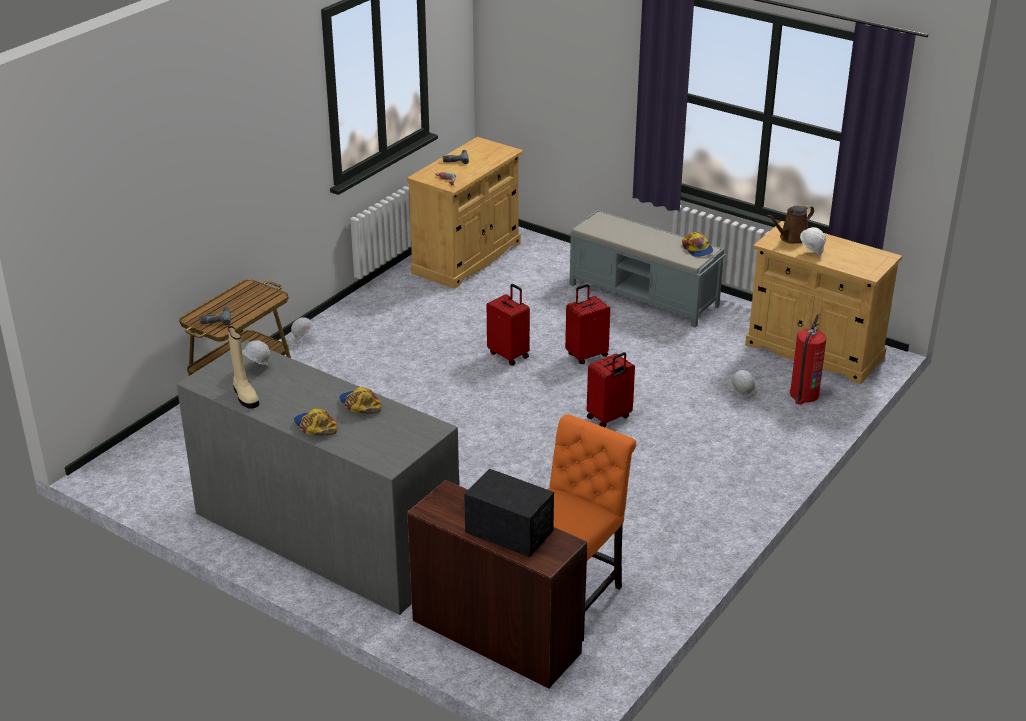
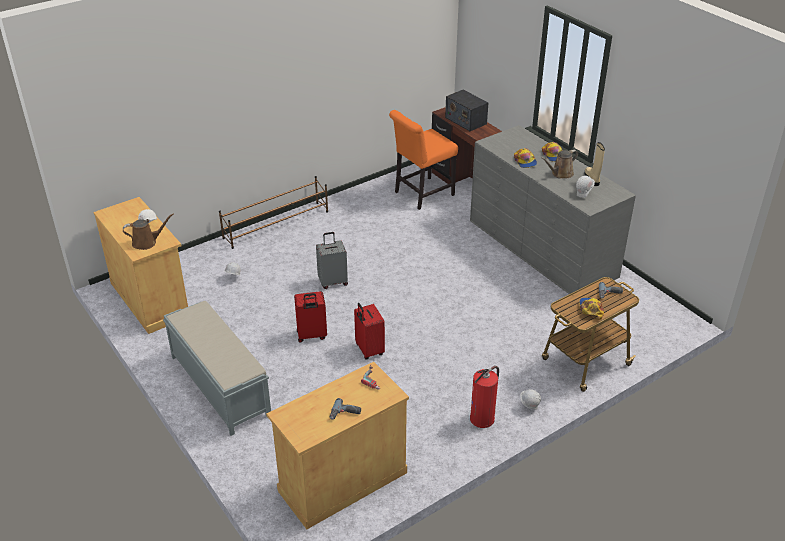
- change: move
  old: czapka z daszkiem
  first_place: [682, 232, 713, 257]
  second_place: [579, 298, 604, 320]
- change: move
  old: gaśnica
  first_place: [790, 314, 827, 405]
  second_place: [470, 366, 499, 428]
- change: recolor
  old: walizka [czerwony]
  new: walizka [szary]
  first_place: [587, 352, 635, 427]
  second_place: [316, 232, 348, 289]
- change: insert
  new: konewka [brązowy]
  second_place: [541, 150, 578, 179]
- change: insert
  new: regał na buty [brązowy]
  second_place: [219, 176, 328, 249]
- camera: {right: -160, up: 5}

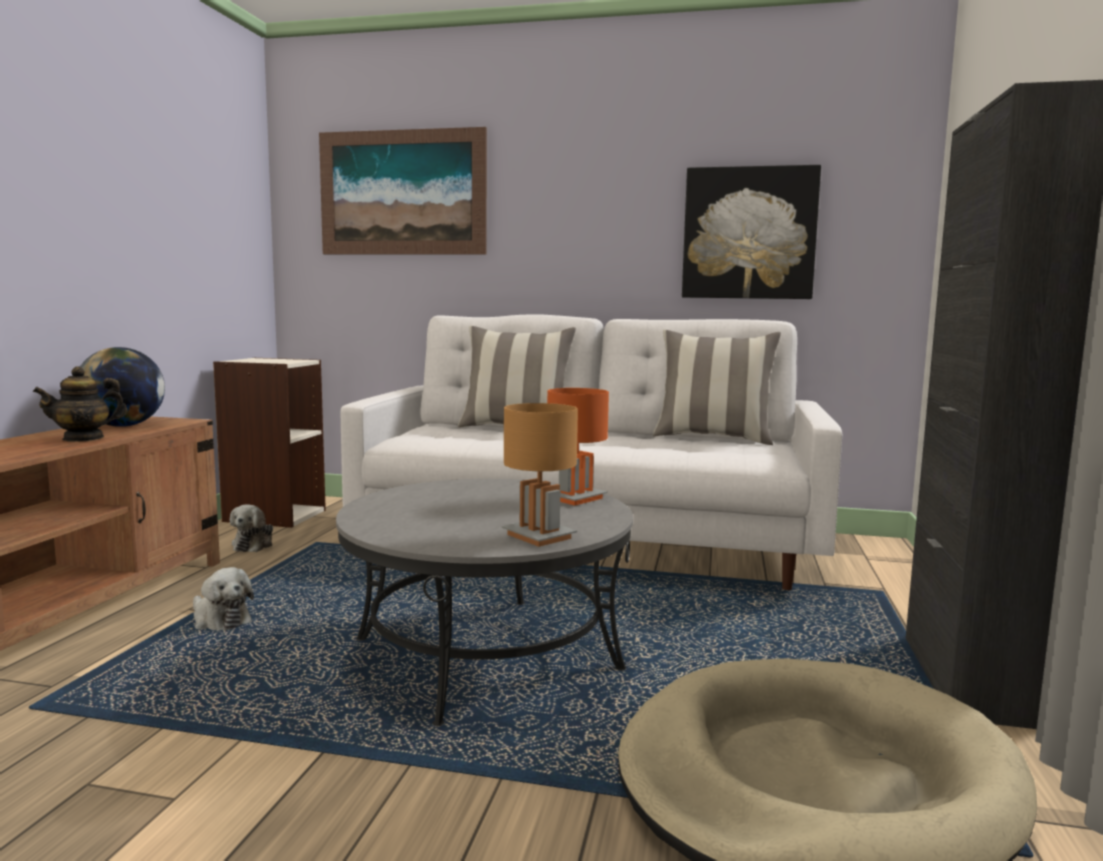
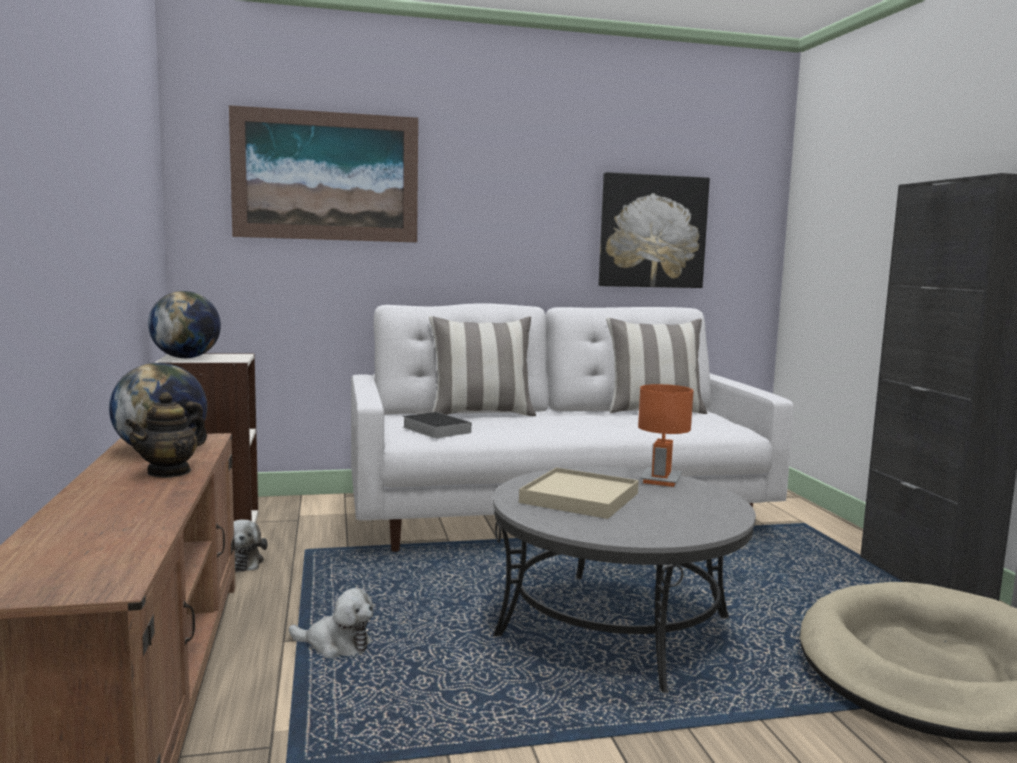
- change: delete
  old: lampa stołowa [brązowy]
  first_place: [502, 403, 578, 547]
- change: insert
  new: globus
  second_place: [148, 291, 221, 358]
- change: insert
  new: książka
  second_place: [402, 412, 471, 438]
- change: insert
  new: taca [beżowy]
  second_place: [519, 468, 639, 519]
- camera: {right: -25, up: 0}

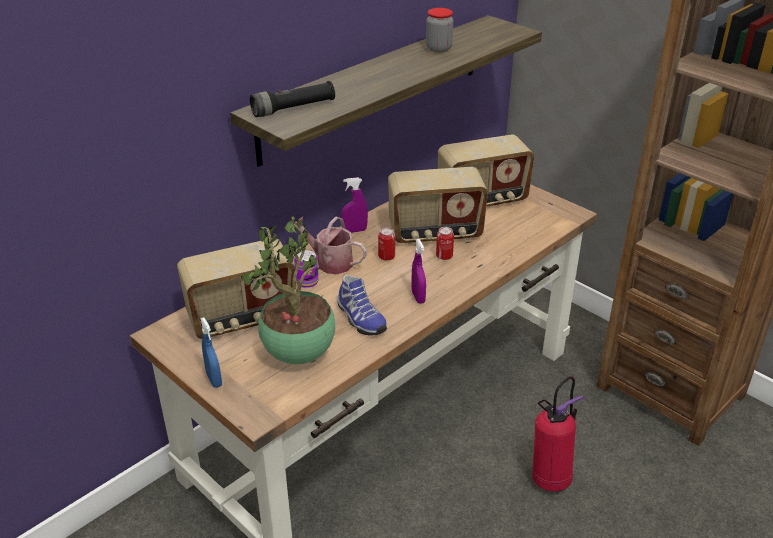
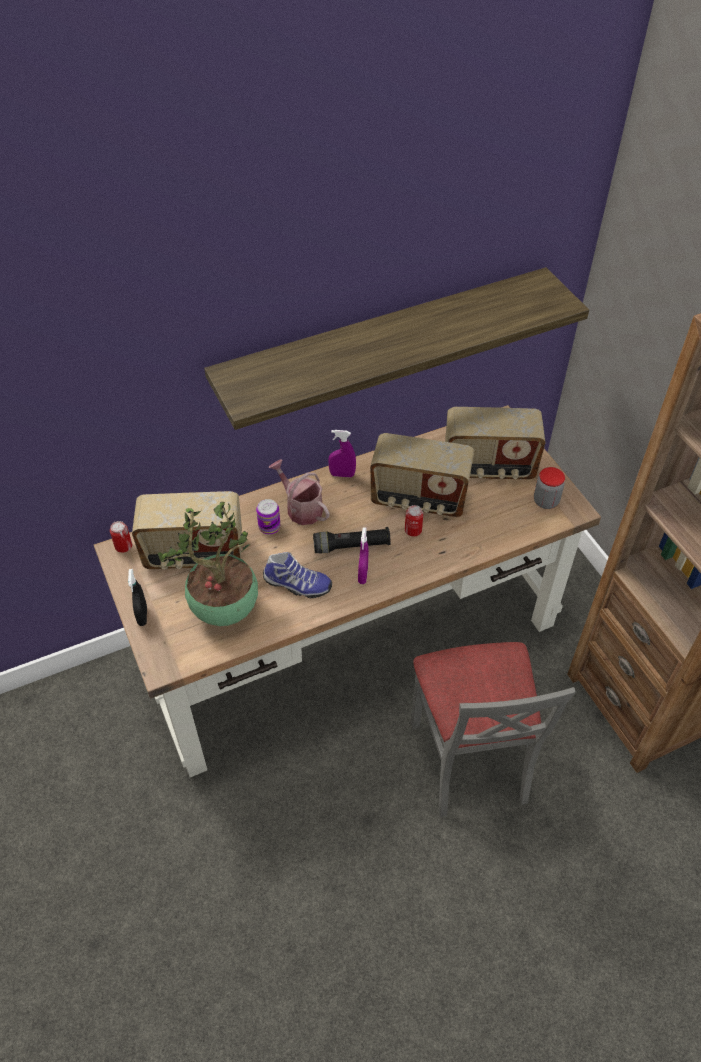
- change: move
  old: słoik
  first_place: [426, 8, 453, 53]
  second_place: [534, 467, 565, 509]
- change: move
  old: latarka [czarny]
  first_place: [250, 81, 335, 117]
  second_place: [313, 527, 391, 553]
- change: move
  old: puszka
  first_place: [378, 227, 395, 261]
  second_place: [110, 521, 132, 553]
- change: rotate
  old: but
  first_place: [337, 275, 387, 335]
  second_place: [263, 552, 332, 599]
  degrees: -60
- change: recolor
  old: spryskiwacz [niebieski]
  new: spryskiwacz [czarny]
  first_place: [200, 317, 222, 388]
  second_place: [128, 569, 147, 626]
- change: replace
  old: gaśnica
  new: krzesło [szary]
  first_place: [532, 376, 585, 492]
  second_place: [411, 642, 576, 817]
- camera: {right: 20, up: 15}

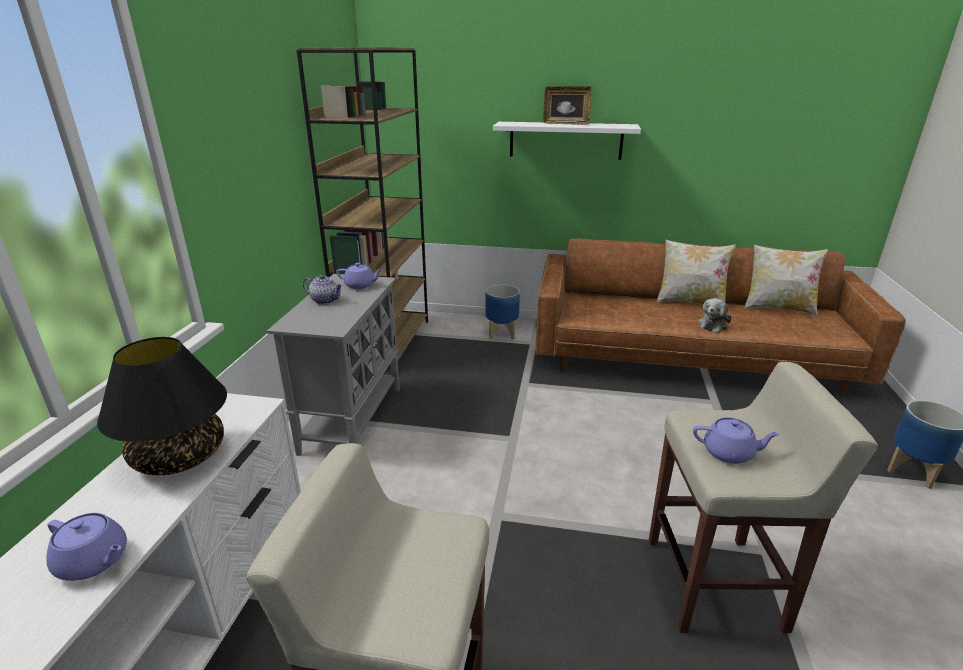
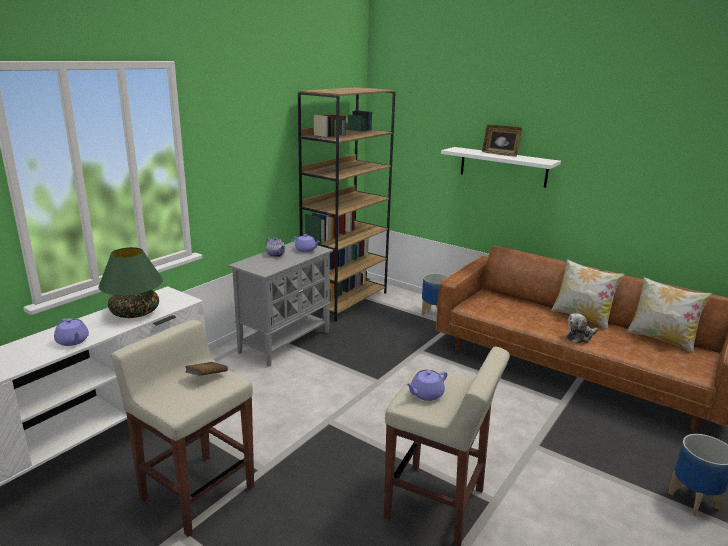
- change: recolor
  old: lampa stołowa [czarny]
  new: lampa stołowa [zielony]
  first_place: [97, 337, 227, 475]
  second_place: [98, 247, 163, 318]
- change: rotate
  old: imbryk [fioletowy]
  first_place: [693, 418, 780, 464]
  second_place: [406, 370, 447, 401]
  degrees: 105
- change: insert
  new: książka [brązowy]
  second_place: [185, 362, 228, 376]
- camera: {right: 25, up: -5}

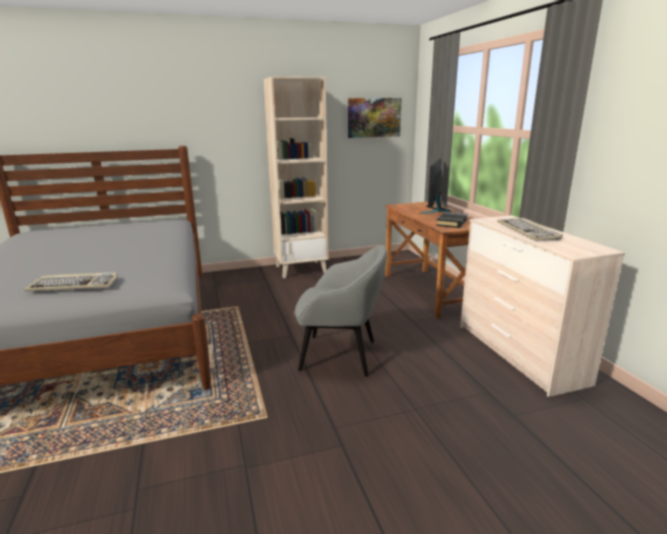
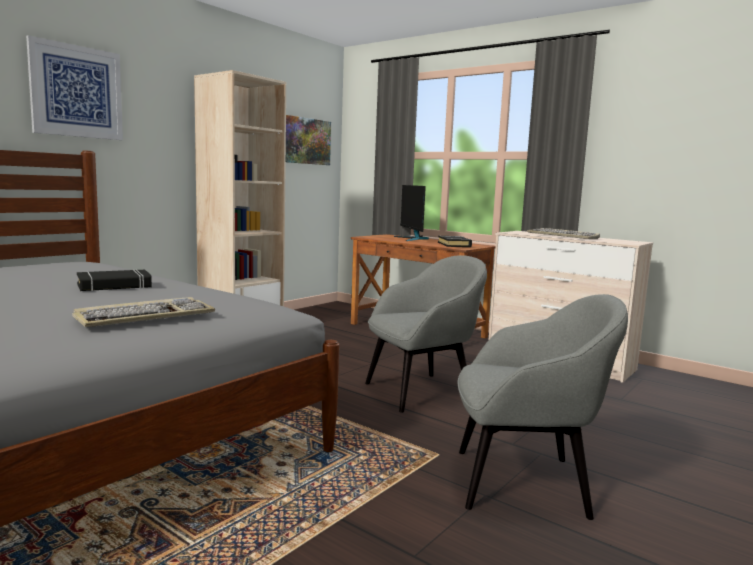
- change: insert
  new: obraz
  second_place: [26, 35, 123, 140]
- change: insert
  new: książka [czarny]
  second_place: [77, 270, 152, 291]
- change: insert
  new: fotel [szary]
  second_place: [458, 294, 628, 520]
- camera: {right: -35, up: -10}

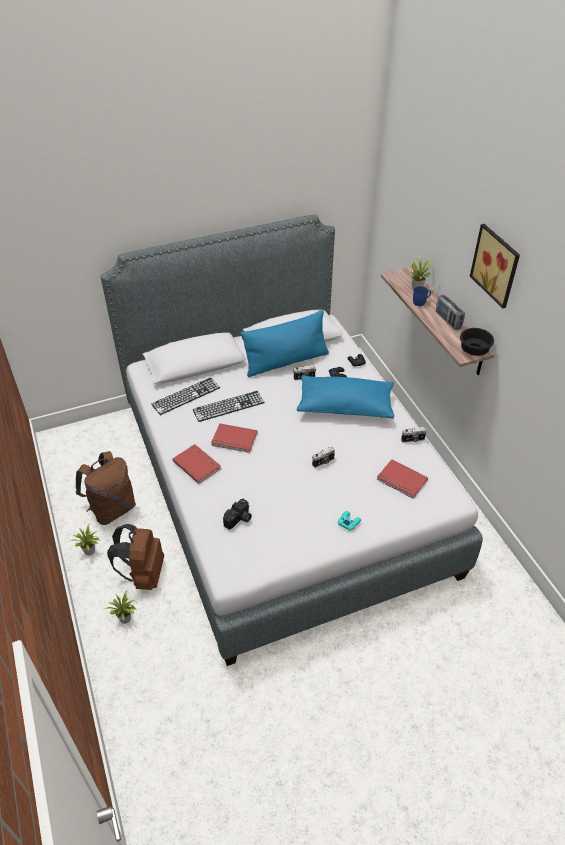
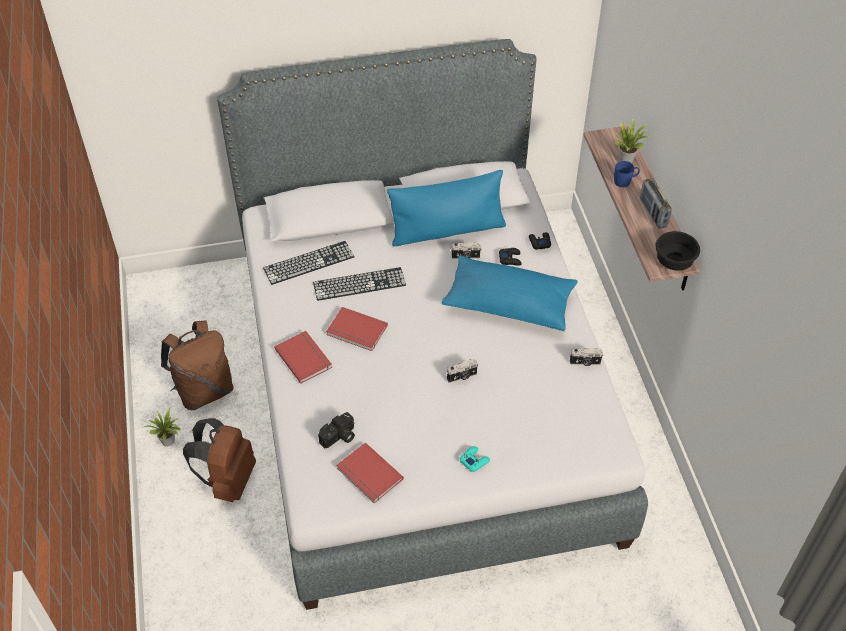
- change: delete
  old: obraz
  first_place: [470, 224, 520, 309]
- change: move
  old: książka [czerwony]
  first_place: [377, 459, 428, 499]
  second_place: [336, 442, 404, 503]
- change: delete
  old: roślina doniczkowa
  first_place: [103, 590, 137, 624]
- camera: {right: 10, up: 5}

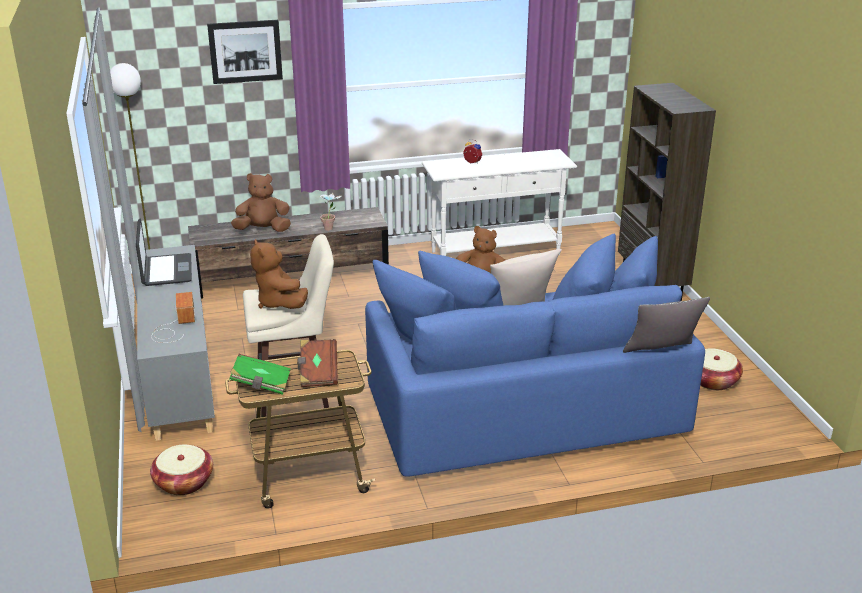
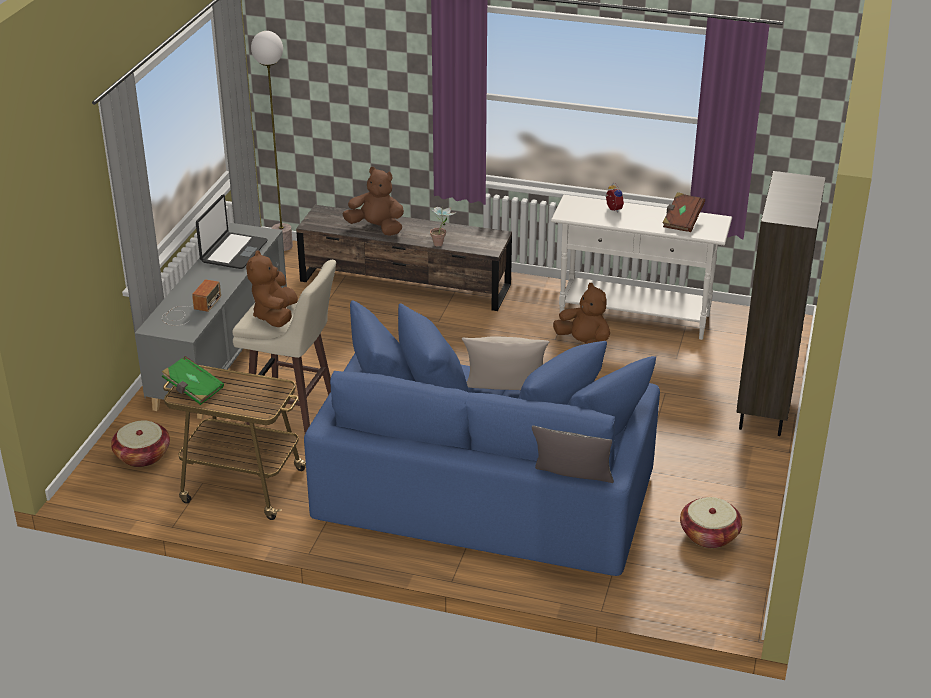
- change: delete
  old: obraz
  first_place: [207, 20, 283, 84]
- change: move
  old: książka [brązowy]
  first_place: [297, 339, 338, 387]
  second_place: [662, 192, 705, 232]
- camera: {right: 30, up: 5}

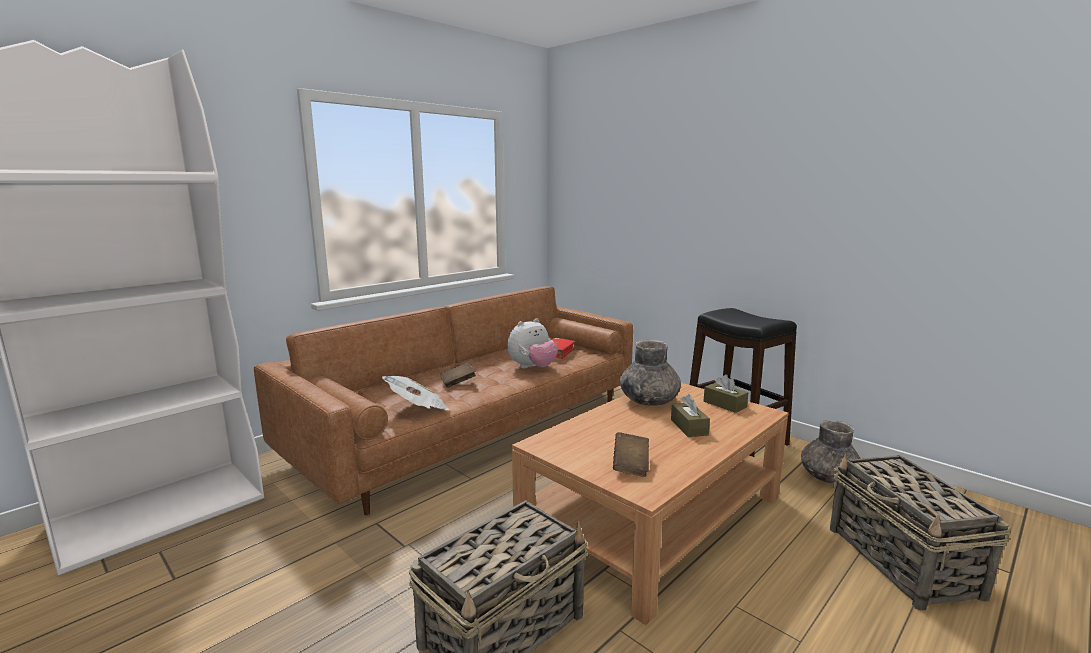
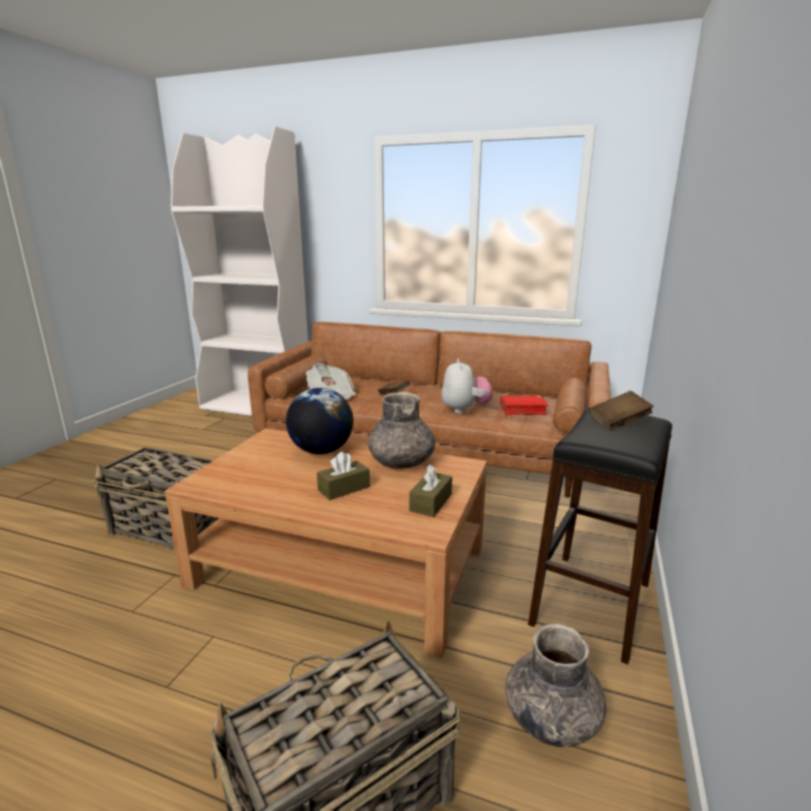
- change: rotate
  old: pluszak
  first_place: [508, 318, 558, 368]
  second_place: [442, 359, 493, 414]
  degrees: -120
- change: move
  old: książka [brązowy]
  first_place: [613, 432, 649, 477]
  second_place: [589, 391, 654, 430]
- change: insert
  new: globus
  second_place: [286, 388, 353, 454]
- camera: {right: 65, up: 5}

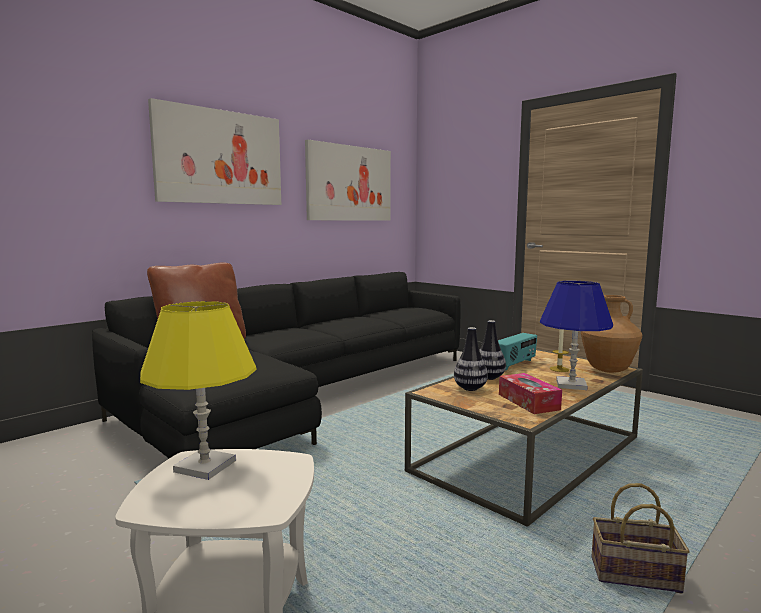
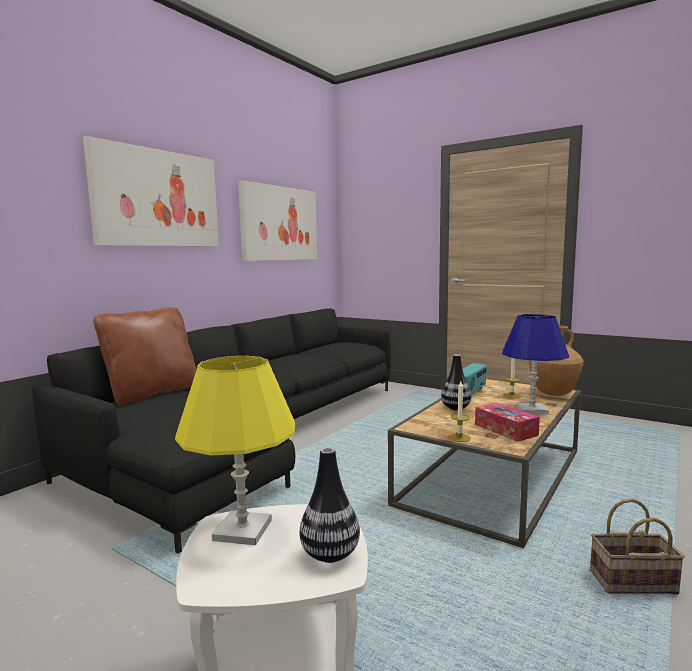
- change: move
  old: wazon
  first_place: [454, 327, 488, 391]
  second_place: [300, 447, 360, 563]
- change: insert
  new: świeca
  second_place: [449, 381, 471, 442]
- camera: {right: -10, up: 0}

